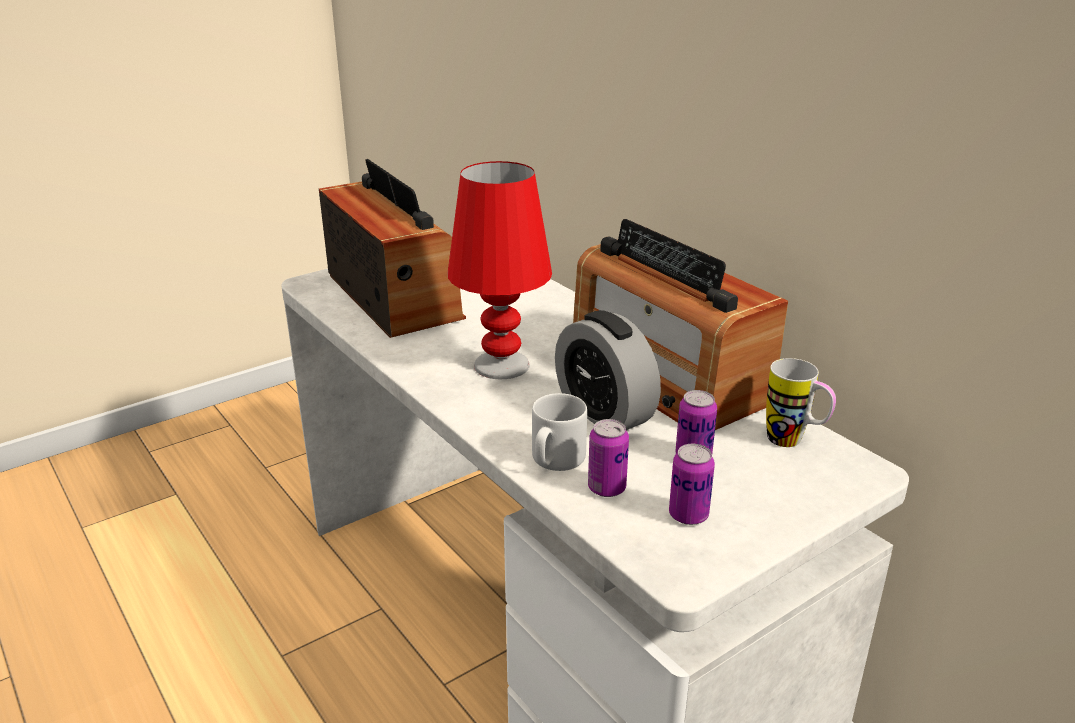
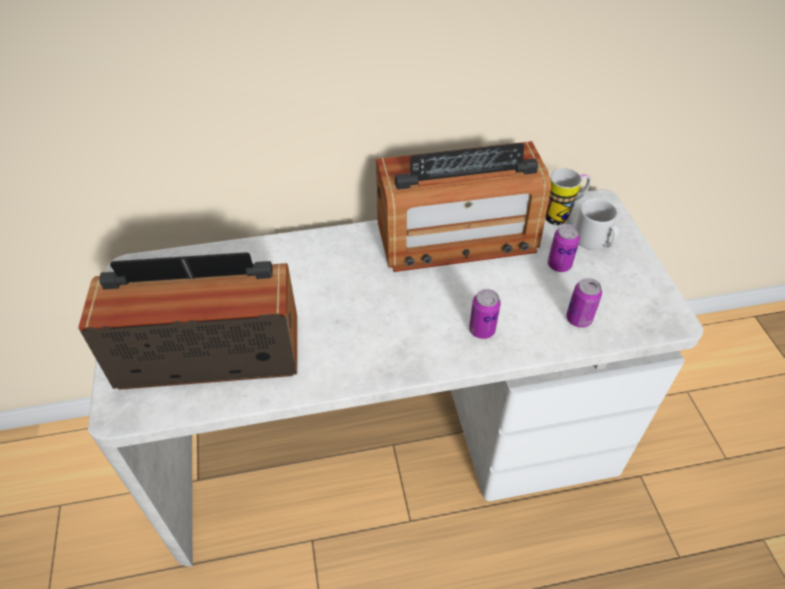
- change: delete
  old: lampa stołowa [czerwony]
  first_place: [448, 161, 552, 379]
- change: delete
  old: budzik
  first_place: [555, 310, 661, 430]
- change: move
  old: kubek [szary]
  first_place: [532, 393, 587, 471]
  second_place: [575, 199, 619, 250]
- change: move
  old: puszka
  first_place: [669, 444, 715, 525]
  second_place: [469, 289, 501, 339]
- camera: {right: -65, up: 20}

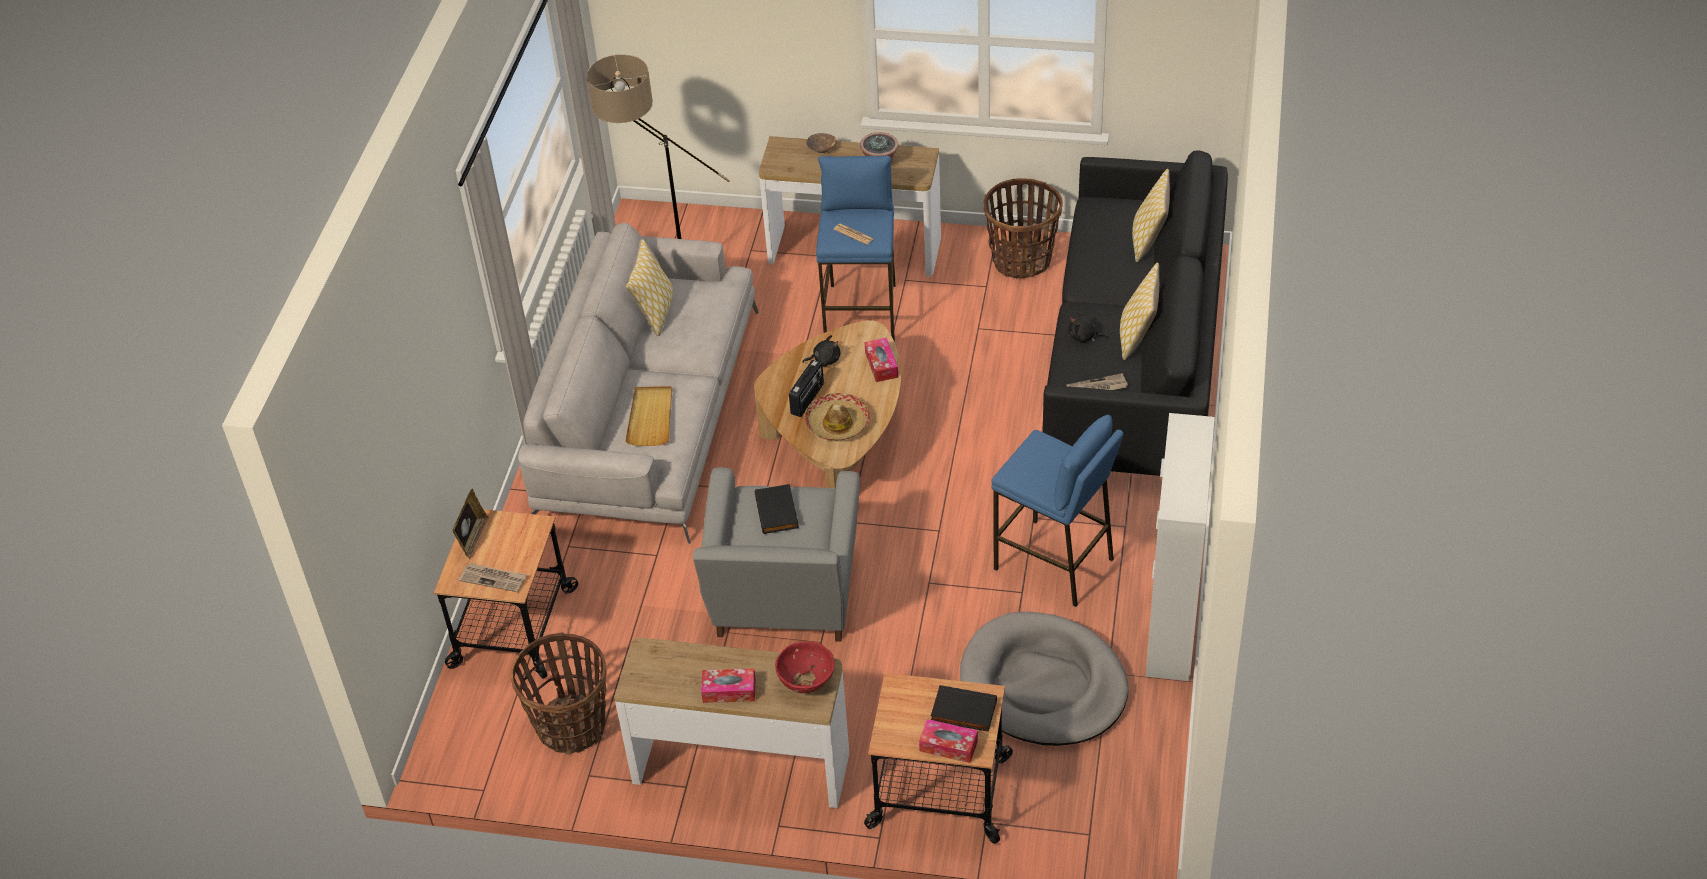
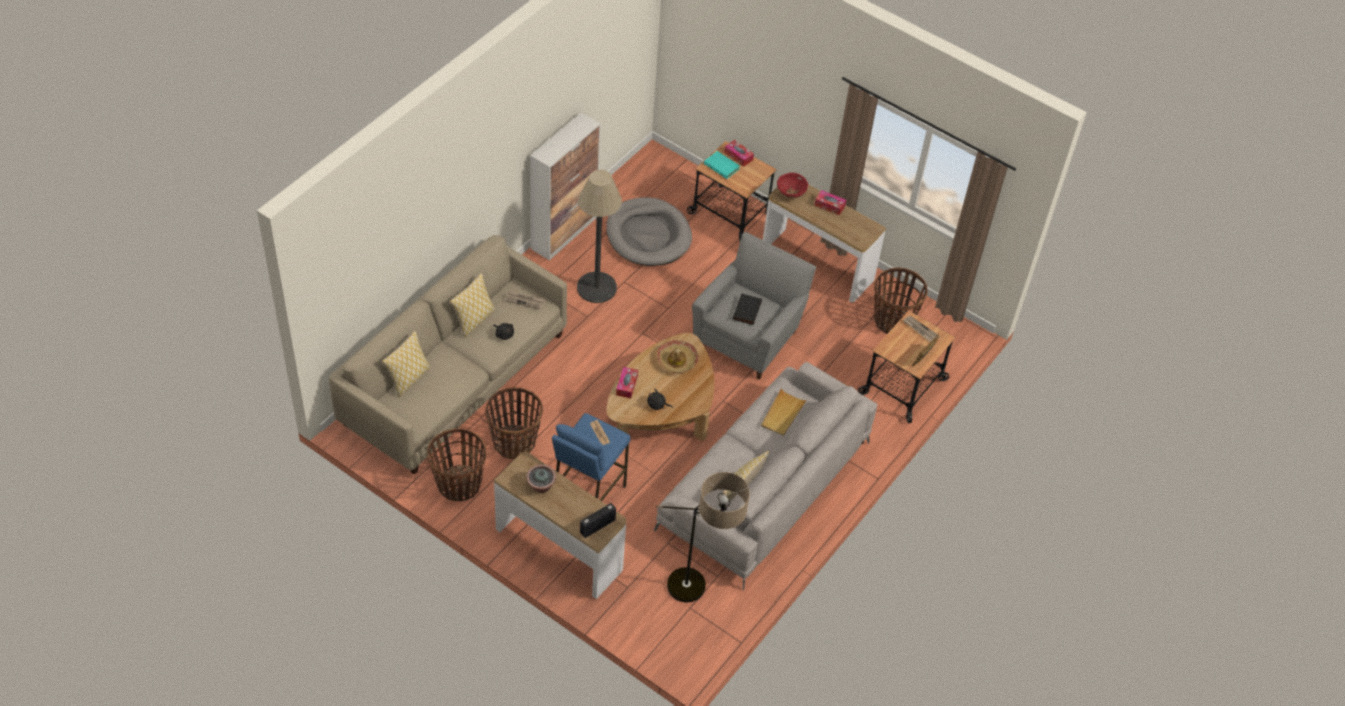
- change: delete
  old: miska [brązowy]
  first_place: [806, 133, 837, 153]
- change: recolor
  old: kanapa [czarny]
  new: kanapa [beżowy]
  first_place: [1042, 150, 1228, 476]
  second_place: [329, 235, 567, 475]
- change: move
  old: radio
  first_place: [789, 360, 824, 417]
  second_place: [580, 503, 616, 538]
- change: replace
  old: stołek [niebieski]
  new: lampa stojąca
  first_place: [991, 415, 1124, 607]
  second_place: [577, 170, 622, 303]
- change: recolor
  old: książka [czarny]
  new: książka [turkusowy]
  first_place: [931, 685, 997, 732]
  second_place: [704, 151, 740, 179]
- change: insert
  new: koszyk
  second_place: [485, 387, 543, 459]
- camera: {right: -160, up: 5}

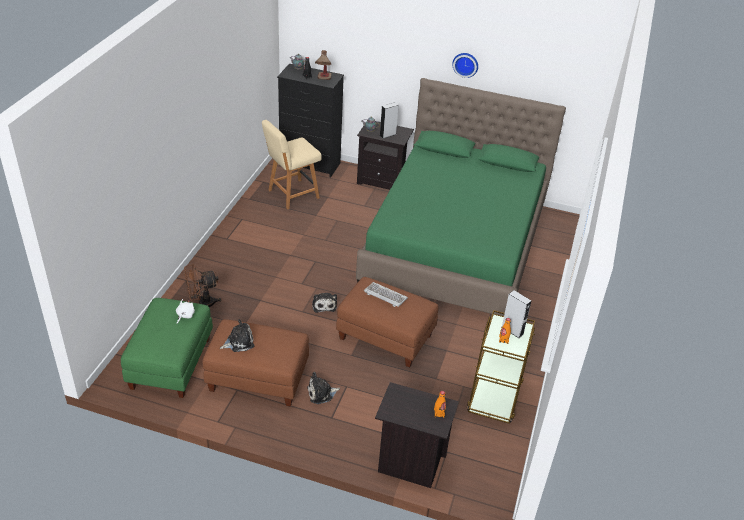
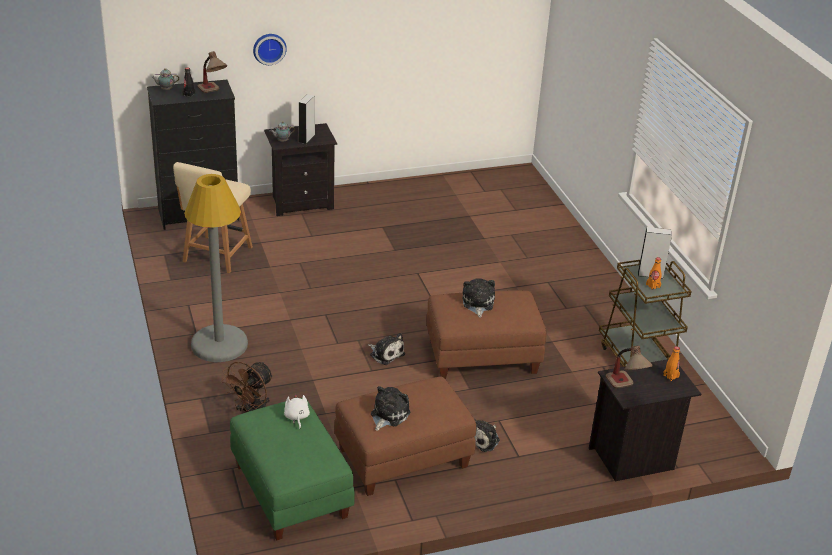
- change: move
  old: zegar ścienny
  first_place: [452, 53, 478, 78]
  second_place: [253, 34, 287, 65]
- change: delete
  old: łóżko [zielony]
  first_place: [356, 78, 566, 316]
- change: replace
  old: klawiatura
  new: pluszak
  first_place: [364, 282, 408, 307]
  second_place: [462, 278, 495, 318]
- change: insert
  new: lampa stojąca [szary]
  second_place: [184, 174, 248, 362]
- change: insert
  new: lampa stołowa
  second_place: [606, 346, 653, 389]
- camera: {right: -35, up: -5}

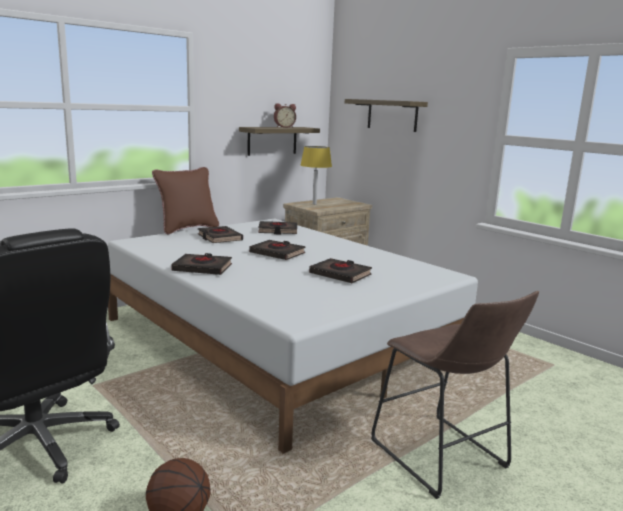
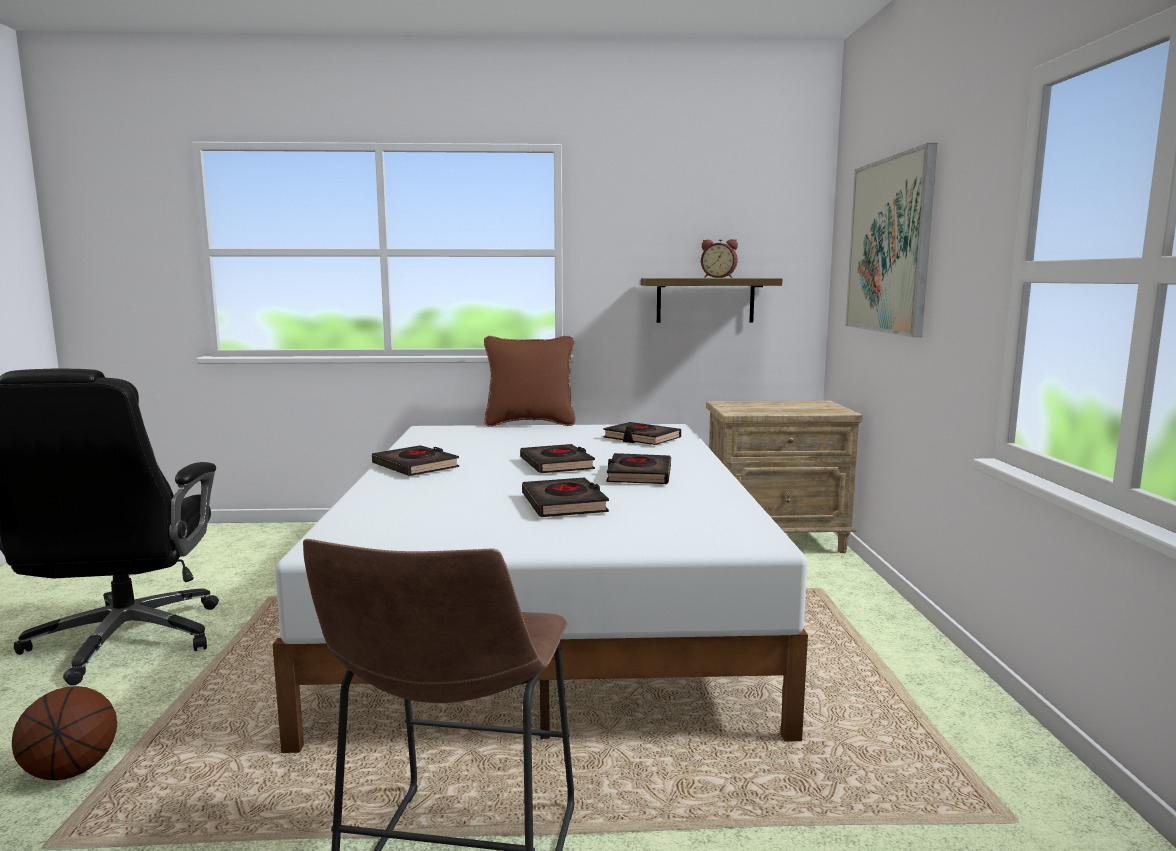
- change: replace
  old: półka
  new: obraz
  first_place: [345, 99, 428, 132]
  second_place: [845, 143, 937, 337]
- change: delete
  old: lampa stołowa [żółty]
  first_place: [301, 146, 332, 205]
- change: move
  old: książka [czarny]
  first_place: [198, 226, 243, 243]
  second_place: [606, 453, 671, 484]
- camera: {right: 40, up: -5}

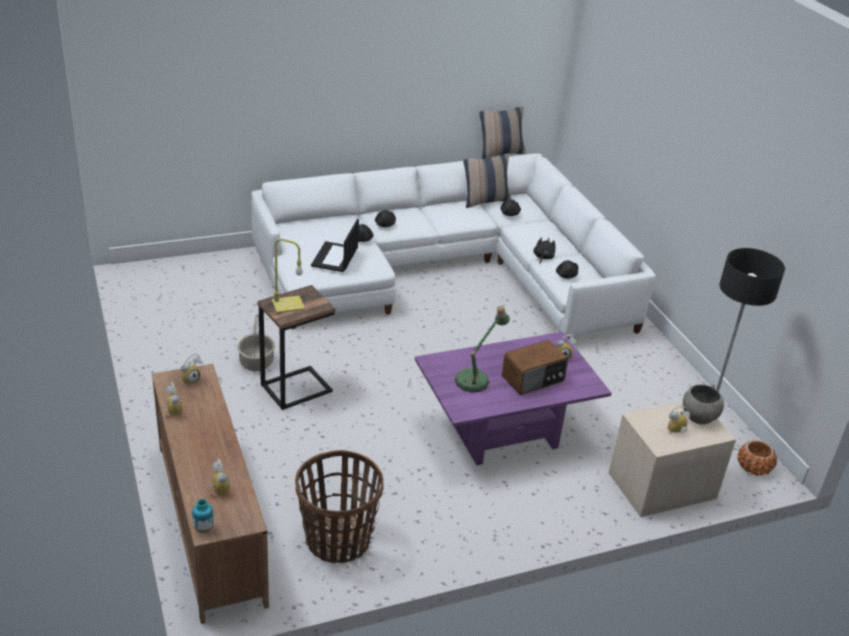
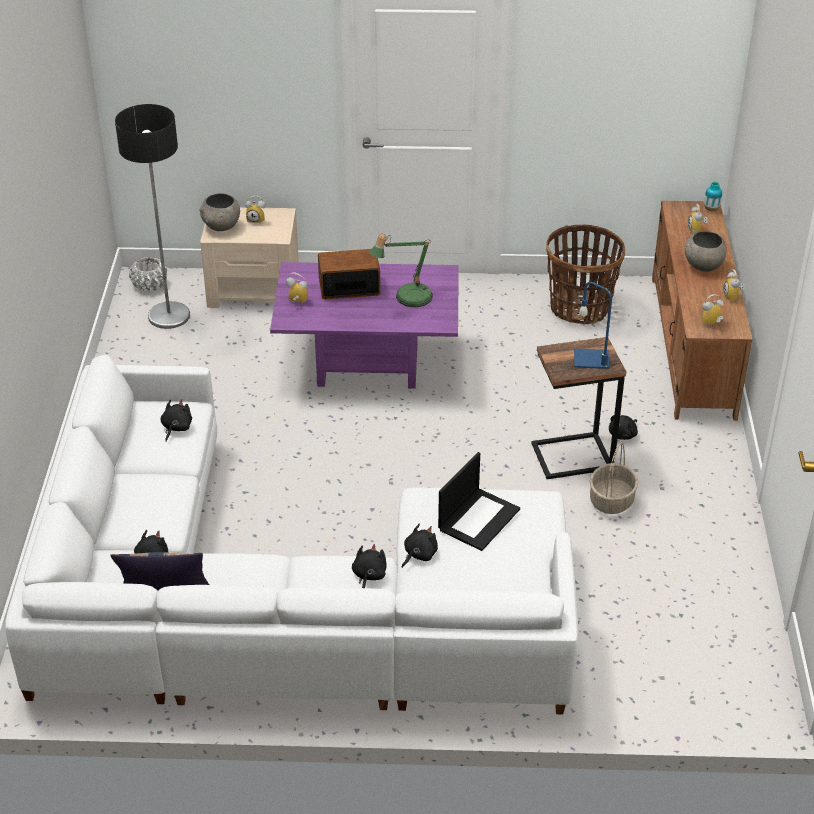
- change: delete
  old: poduszka
  first_place: [479, 106, 526, 159]
- change: move
  old: pluszak [czarny]
  first_place: [533, 237, 556, 264]
  second_place: [609, 415, 638, 440]
- change: recolor
  old: lampa stołowa [żółty]
  new: lampa stołowa [niebieski]
  first_place: [272, 238, 305, 313]
  second_place: [574, 282, 612, 369]
- change: recolor
  old: donica [pomarańczowy]
  new: donica [biały]
  first_place: [737, 440, 777, 476]
  second_place: [129, 257, 167, 292]
- change: insert
  new: miska [szary]
  second_place: [685, 230, 727, 272]
- camera: {right: -155, up: 5}

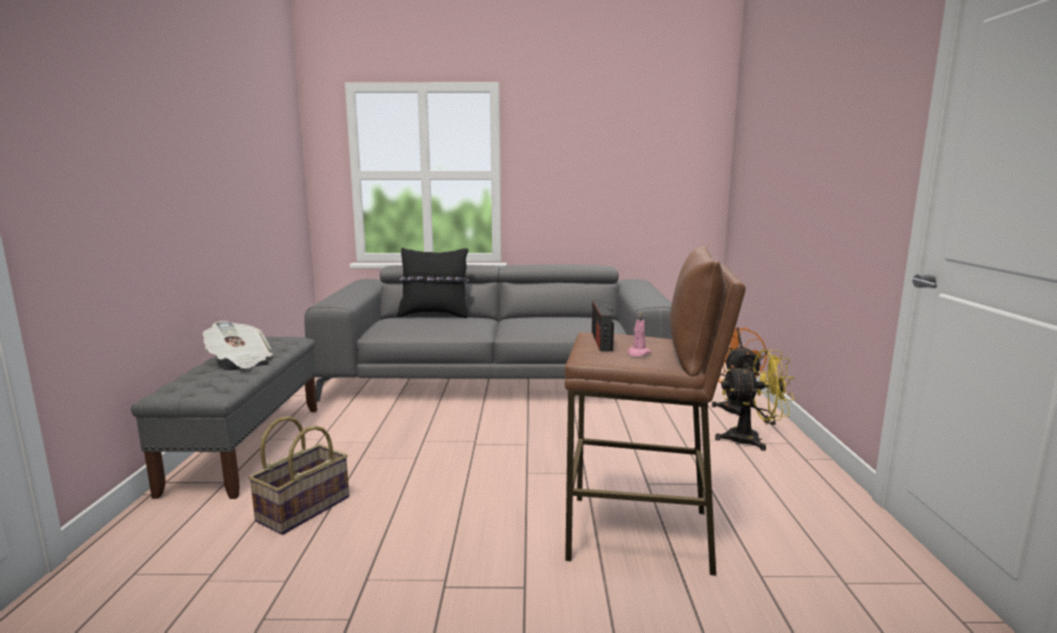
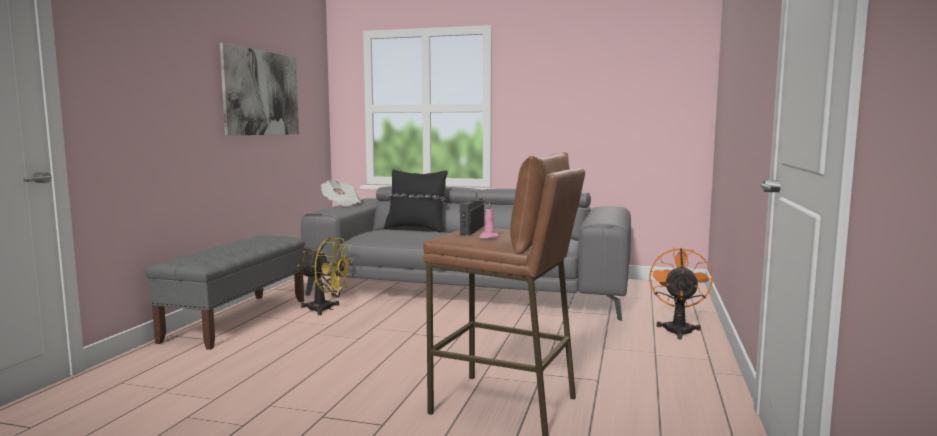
- change: move
  old: gazeta
  first_place: [202, 321, 273, 368]
  second_place: [321, 180, 361, 207]
- change: move
  old: wentylator [żółty]
  first_place: [715, 350, 795, 451]
  second_place: [297, 237, 353, 315]
- change: delete
  old: koszyk
  first_place: [248, 416, 349, 535]
- change: insert
  new: obraz
  second_place: [220, 43, 299, 136]
- camera: {right: 15, up: -5}

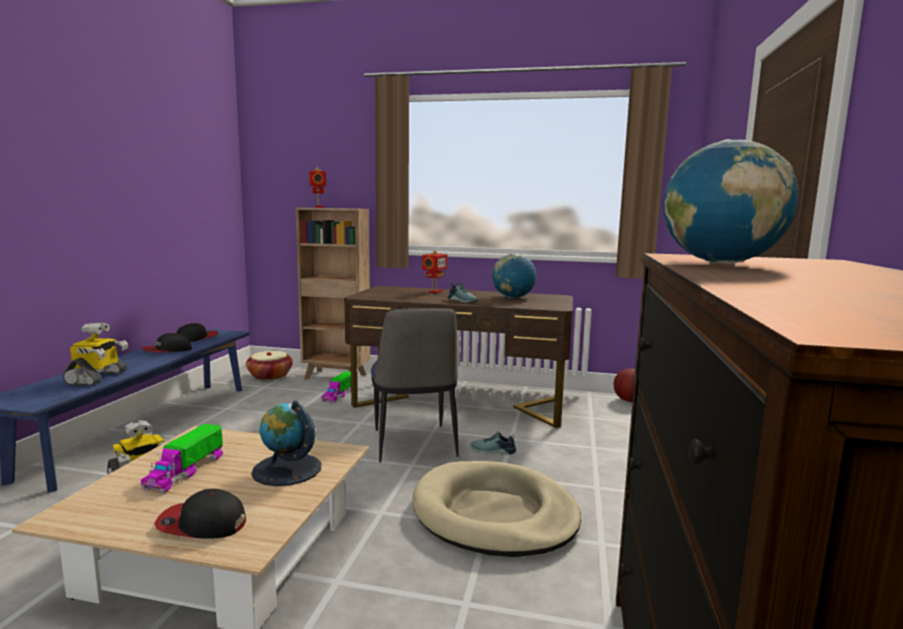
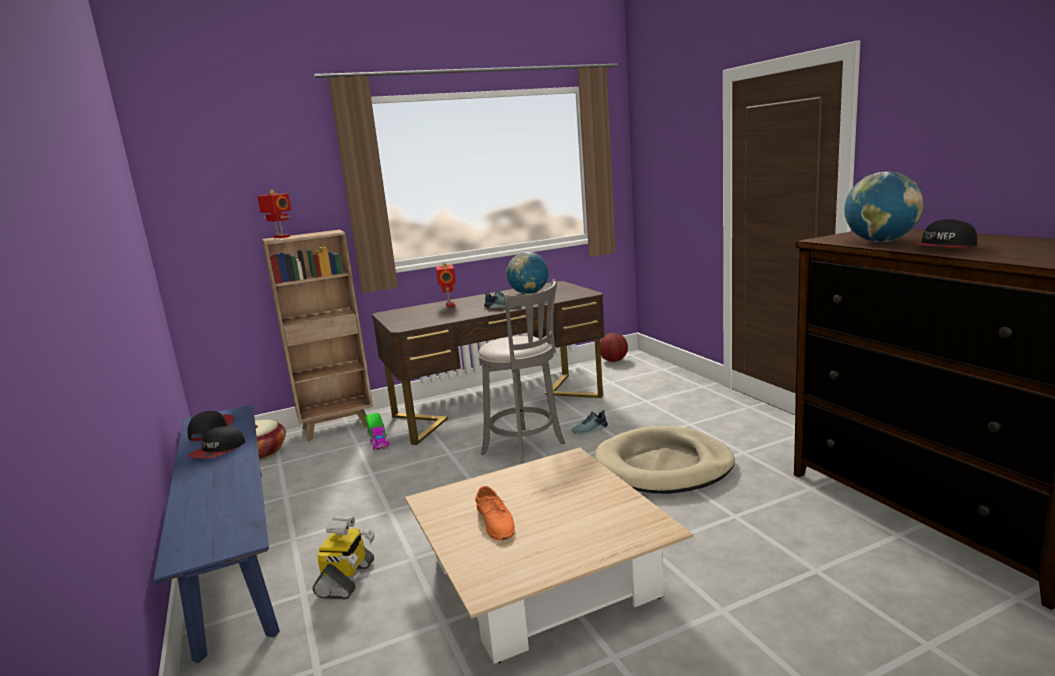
- change: replace
  old: krzesło
  new: stołek [szary]
  first_place: [371, 308, 459, 463]
  second_place: [478, 279, 565, 464]
- change: delete
  old: robot zabawkowy
  first_place: [62, 323, 128, 386]
- change: delete
  old: globus
  first_place: [251, 400, 322, 486]
- change: replace
  old: ciężarówka zabawkowa
  new: but [pomarańczowy]
  first_place: [141, 424, 223, 493]
  second_place: [475, 486, 515, 540]
- change: move
  old: czapka z daszkiem
  first_place: [154, 489, 246, 539]
  second_place: [909, 219, 977, 248]
- camera: {right: -35, up: 5}

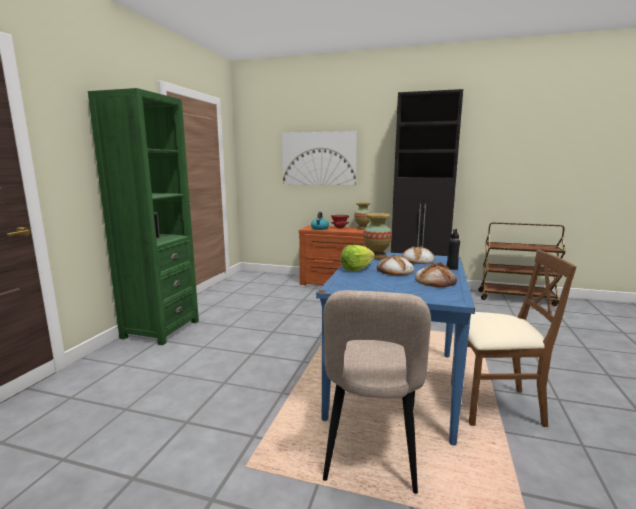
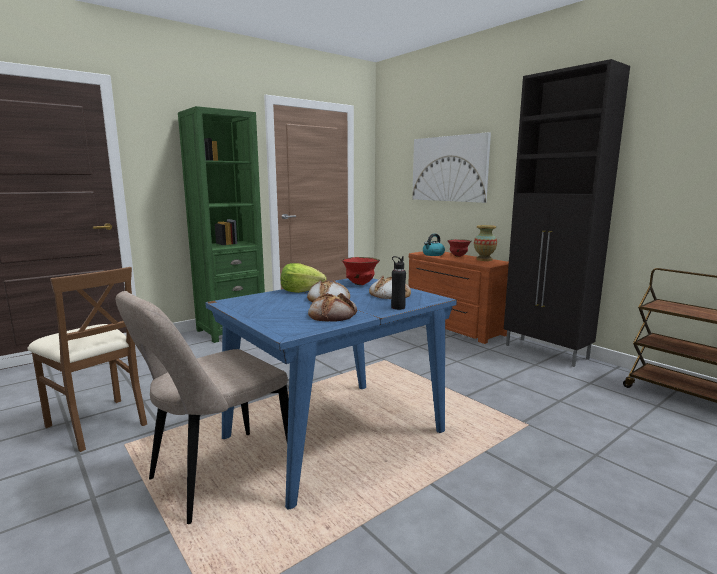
- change: replace
  old: wazon
  new: miska [czerwony]
  first_place: [363, 213, 392, 259]
  second_place: [342, 257, 380, 285]
- change: move
  old: krzesło [brązowy]
  first_place: [451, 250, 577, 427]
  second_place: [27, 267, 147, 452]
- camera: {right: 35, up: 0}

